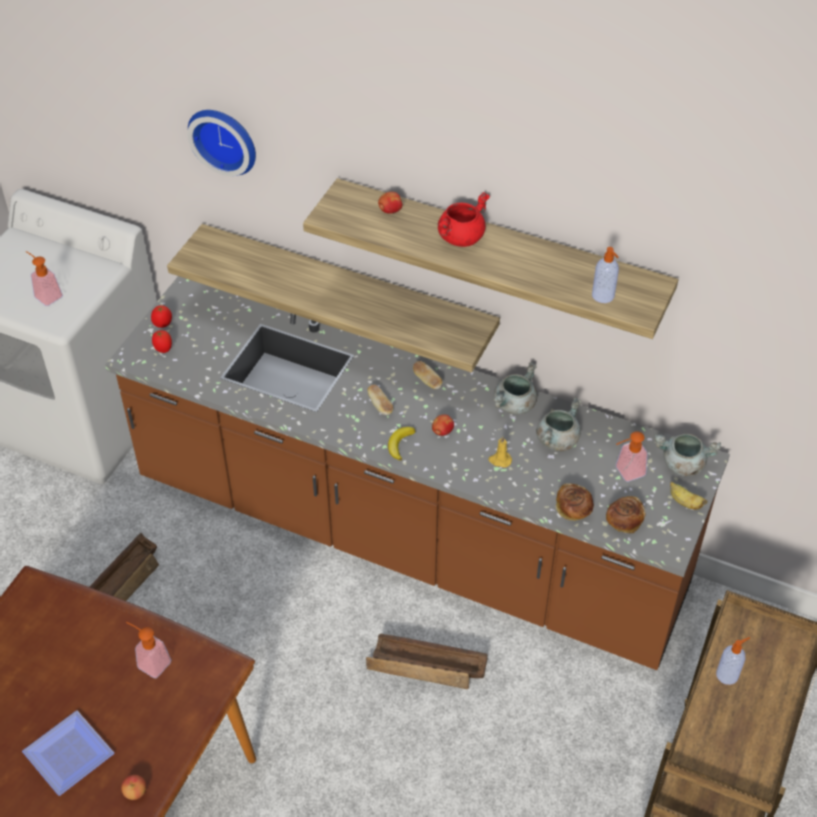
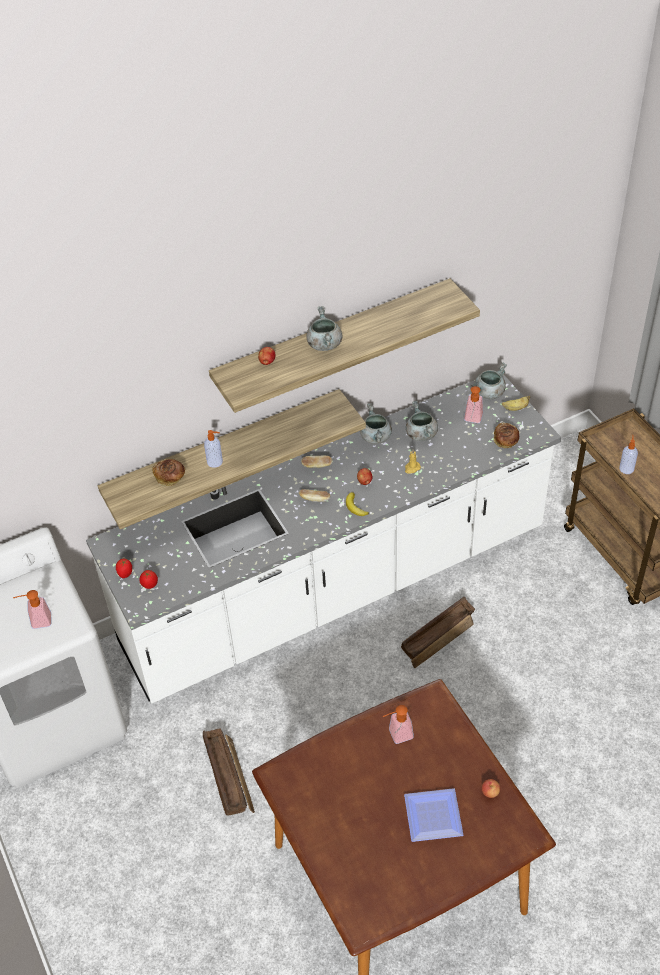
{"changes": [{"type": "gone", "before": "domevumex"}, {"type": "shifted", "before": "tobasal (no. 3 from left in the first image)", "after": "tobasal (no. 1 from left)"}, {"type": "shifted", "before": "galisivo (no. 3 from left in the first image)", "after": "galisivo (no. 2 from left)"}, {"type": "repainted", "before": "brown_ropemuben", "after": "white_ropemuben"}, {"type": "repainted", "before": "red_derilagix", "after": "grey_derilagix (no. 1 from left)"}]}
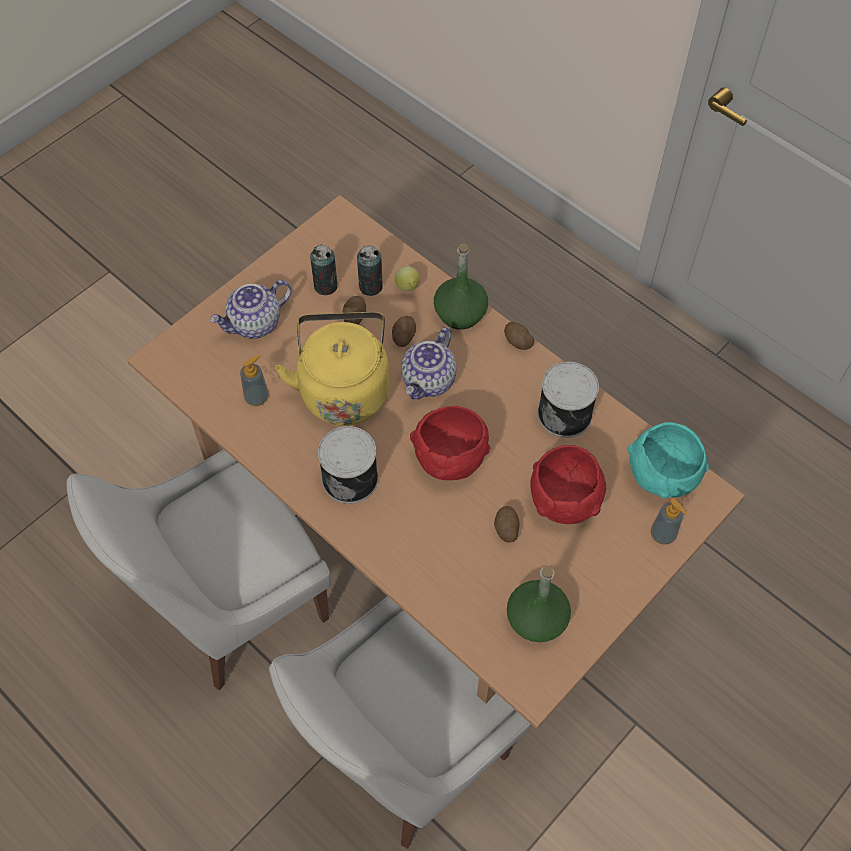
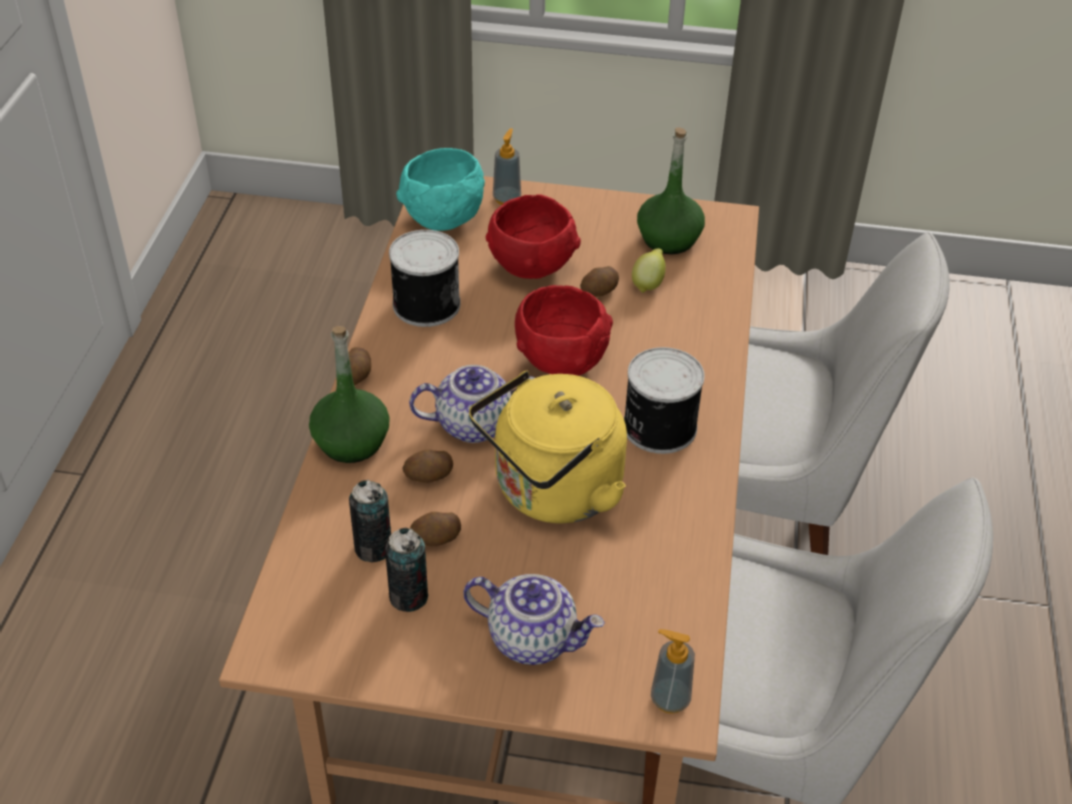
{"changes": [{"type": "shifted", "before": "galisivo (no. 1 from left in the first image)", "after": "galisivo (no. 2 from left)"}, {"type": "shifted", "before": "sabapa"}]}
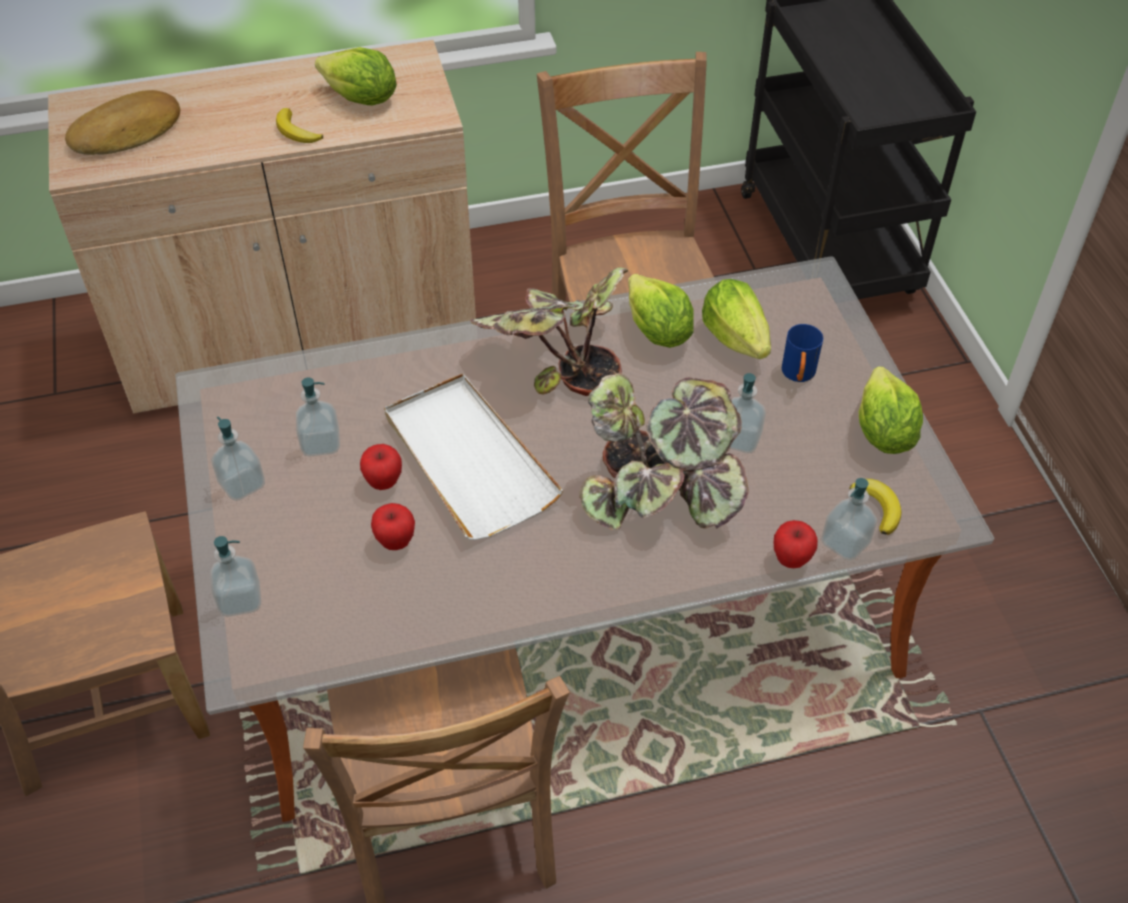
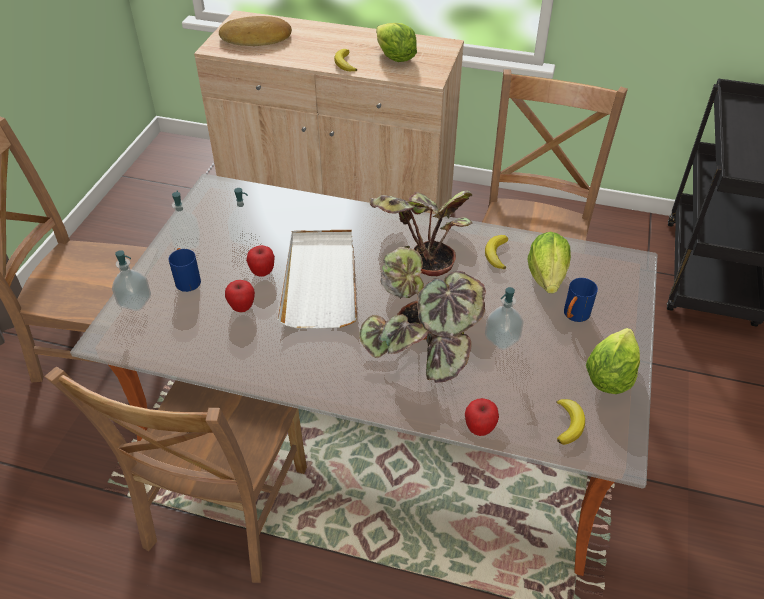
{"changes": [{"type": "gone", "before": "galisivo (no. 5 from left)"}, {"type": "new", "after": "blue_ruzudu (no. 1 from left)"}, {"type": "swapped", "before": "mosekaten (no. 2 from left)", "after": "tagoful (no. 2 from left)"}]}
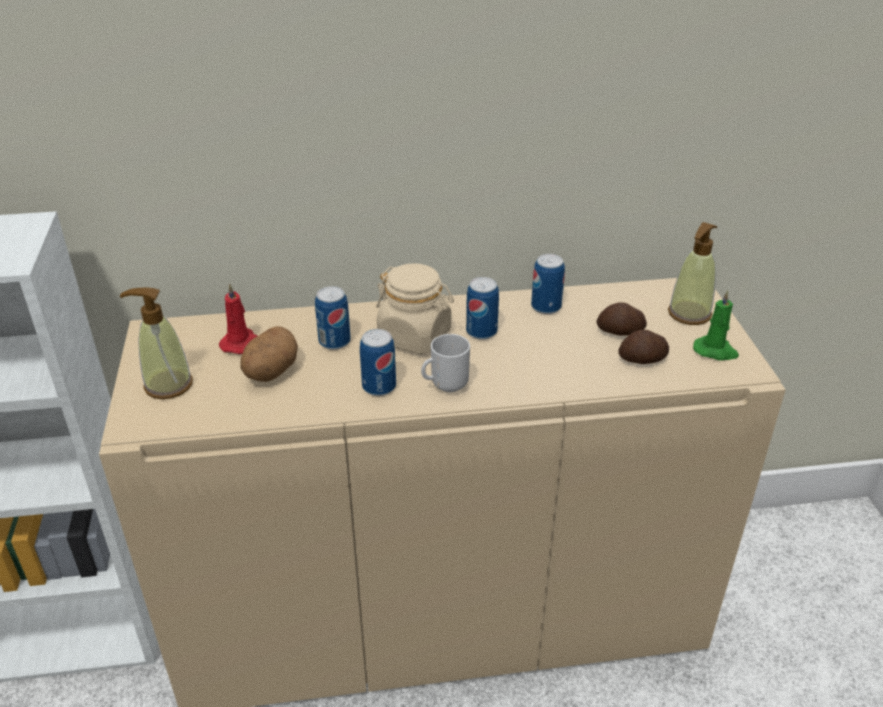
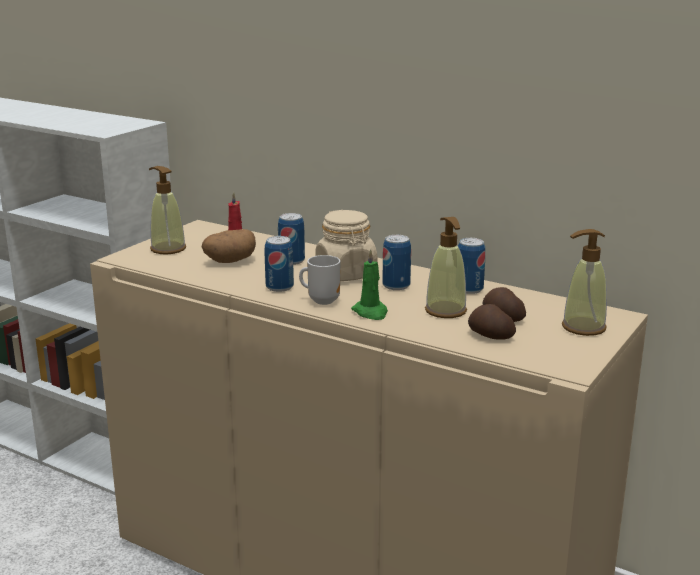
{"changes": [{"type": "new", "after": "galisivo (no. 2 from left)"}, {"type": "shifted", "before": "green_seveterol"}]}
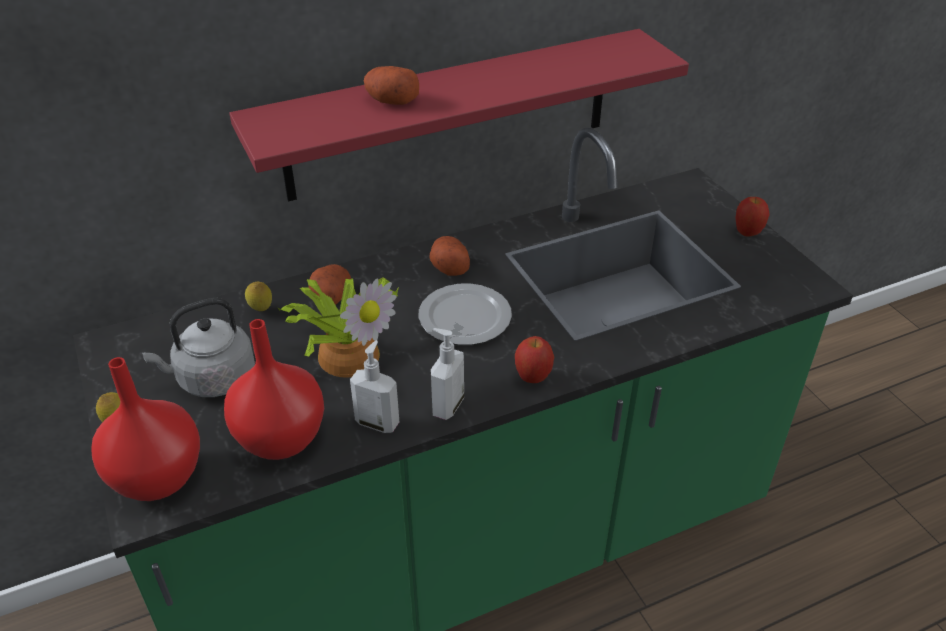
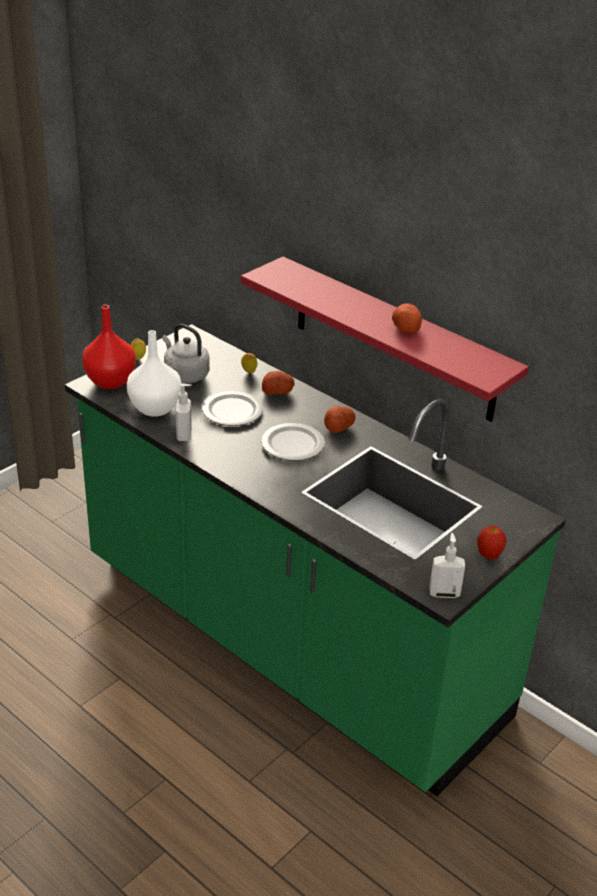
{"changes": [{"type": "gone", "before": "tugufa (no. 1 from left)"}, {"type": "shifted", "before": "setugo (no. 2 from left in the first image)", "after": "setugo (no. 3 from left)"}, {"type": "shifted", "before": "galisivo (no. 2 from left)"}, {"type": "swapped", "before": "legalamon", "after": "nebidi (no. 1 from left)"}, {"type": "repainted", "before": "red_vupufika (no. 2 from left)", "after": "white_vupufika"}]}
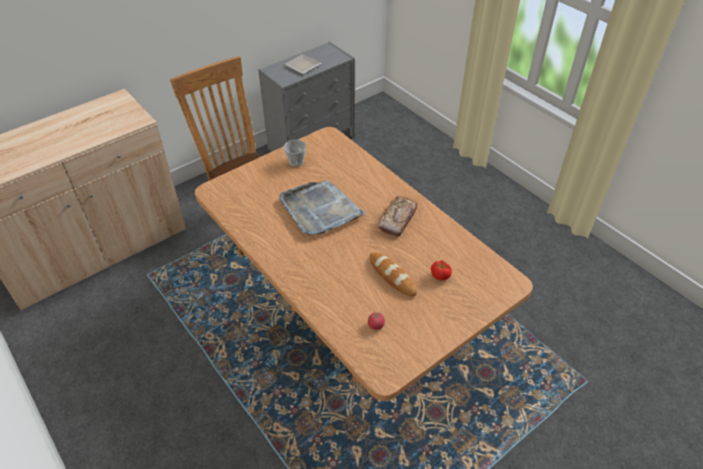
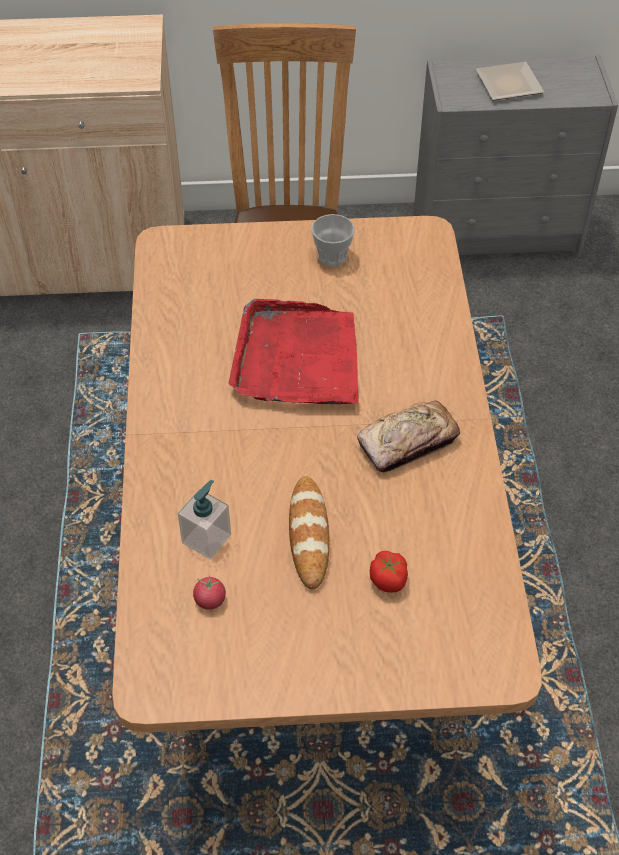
{"changes": [{"type": "new", "after": "galisivo"}, {"type": "repainted", "before": "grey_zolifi", "after": "red_zolifi"}]}
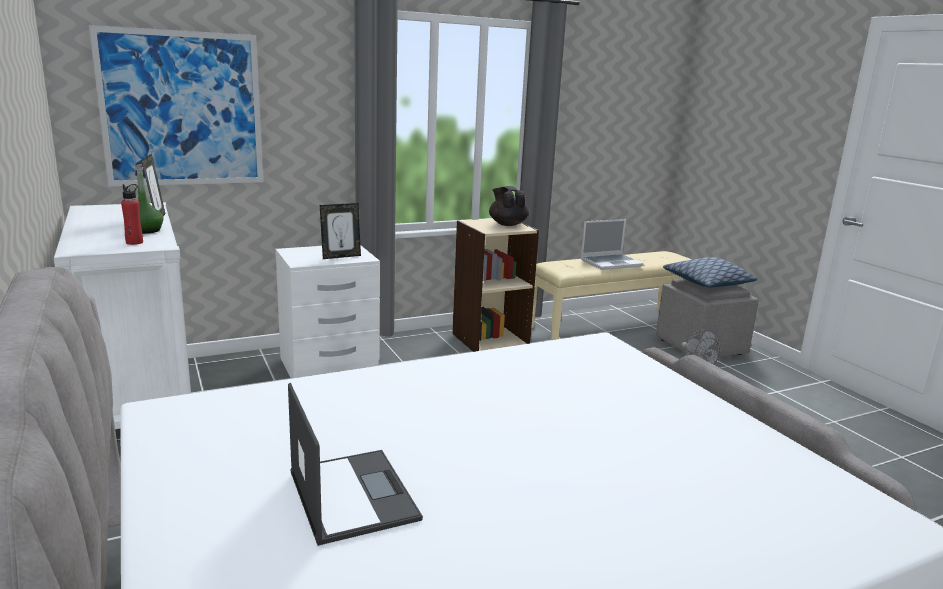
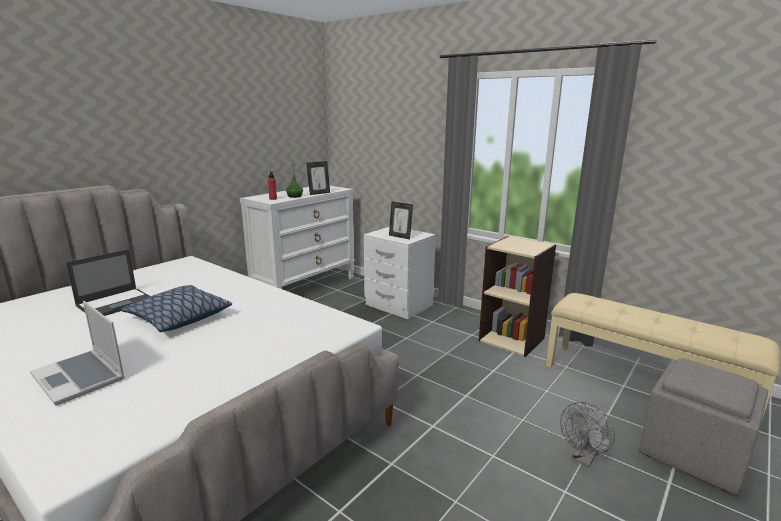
{"changes": [{"type": "gone", "before": "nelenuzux"}, {"type": "gone", "before": "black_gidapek"}, {"type": "shifted", "before": "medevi (no. 2 from left in the first image)", "after": "medevi (no. 1 from left)"}, {"type": "shifted", "before": "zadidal"}]}
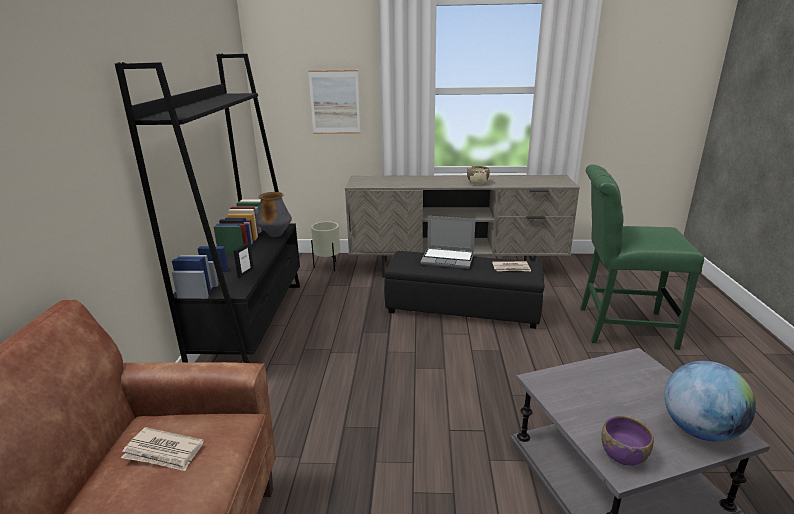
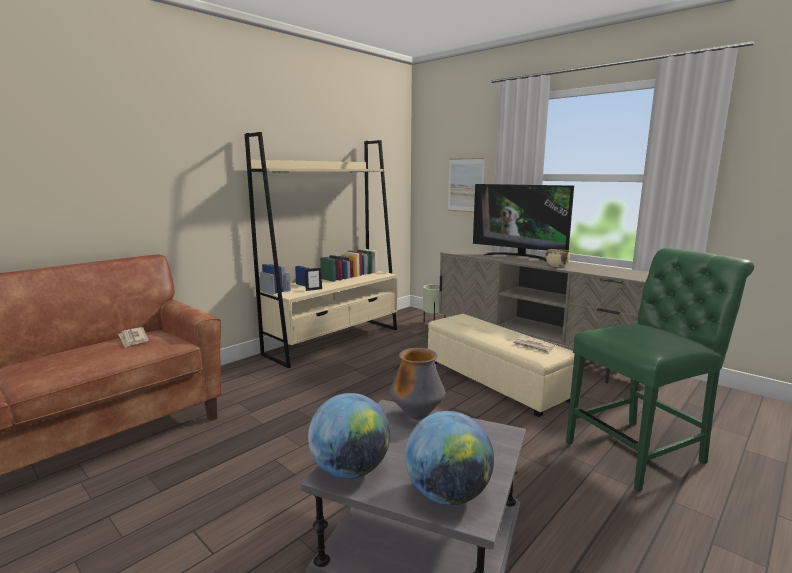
{"changes": [{"type": "gone", "before": "medevi"}, {"type": "new", "after": "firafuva"}, {"type": "shifted", "before": "vupufika"}, {"type": "swapped", "before": "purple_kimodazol", "after": "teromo (no. 1 from left)"}, {"type": "repainted", "before": "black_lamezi", "after": "beige_lamezi"}, {"type": "repainted", "before": "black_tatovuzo", "after": "beige_tatovuzo"}, {"type": "rotated", "before": "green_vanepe", "turn": 105}]}
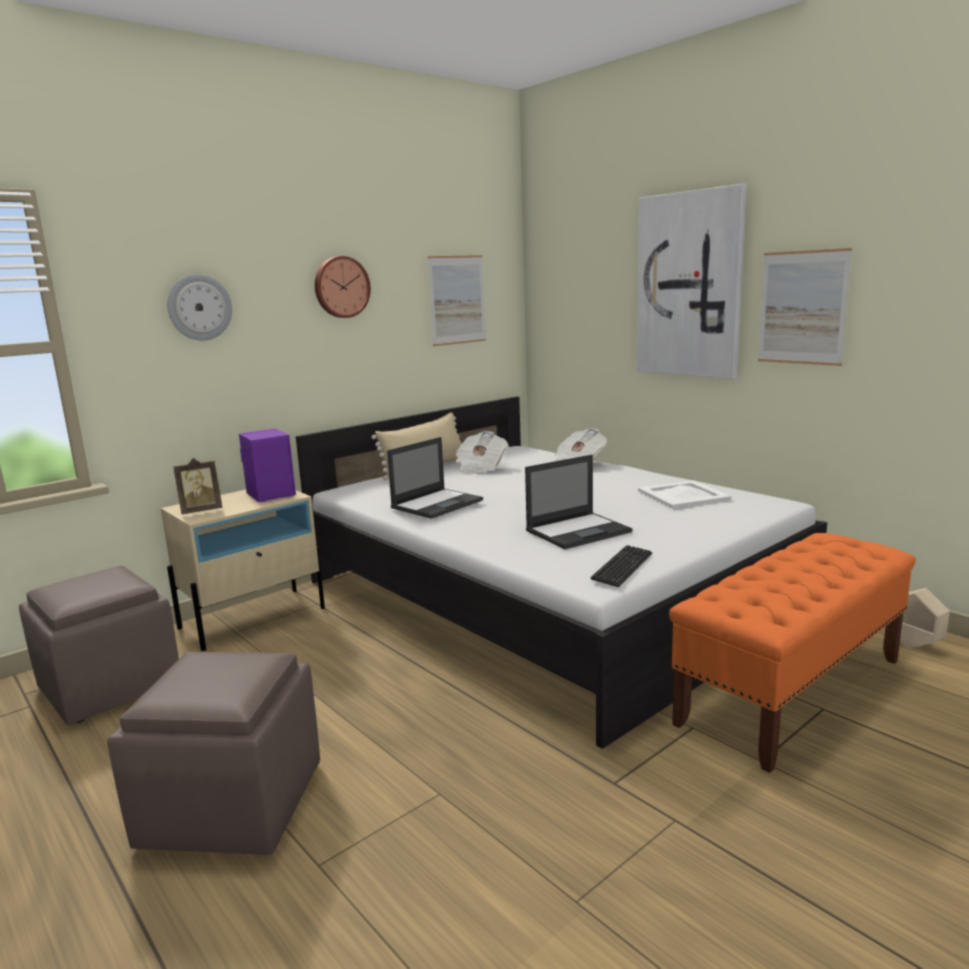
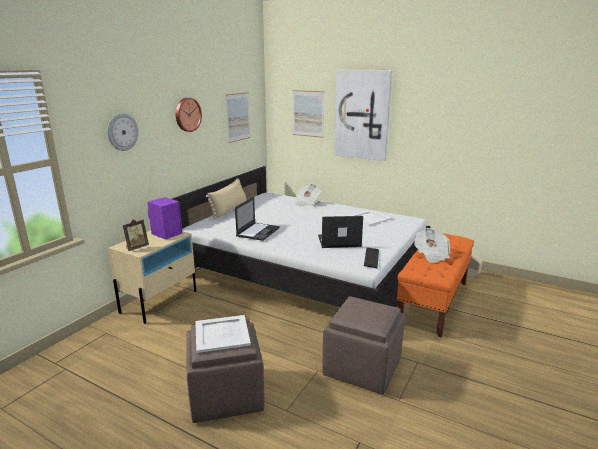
{"changes": [{"type": "new", "after": "white_zolifi (no. 1 from left)"}, {"type": "shifted", "before": "brown_tatovuzo (no. 1 from left in the first image)", "after": "brown_tatovuzo (no. 2 from left)"}, {"type": "shifted", "before": "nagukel (no. 1 from left in the first image)", "after": "nagukel (no. 2 from left)"}, {"type": "shifted", "before": "nelenuzux (no. 3 from left in the first image)", "after": "nelenuzux (no. 2 from left)"}, {"type": "rotated", "before": "medevi (no. 2 from left)", "turn": -135}]}
